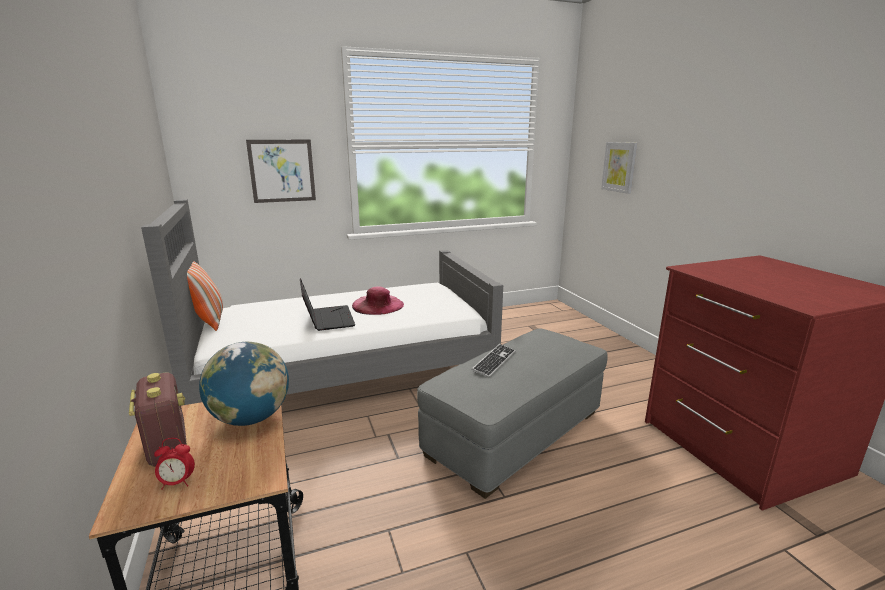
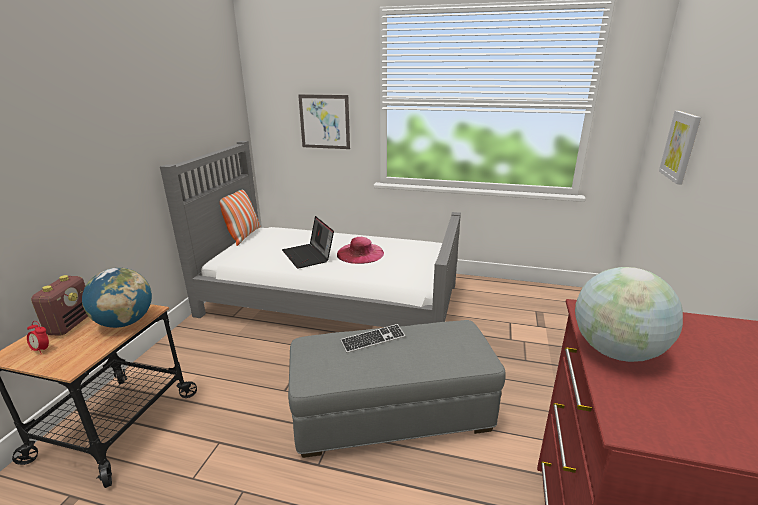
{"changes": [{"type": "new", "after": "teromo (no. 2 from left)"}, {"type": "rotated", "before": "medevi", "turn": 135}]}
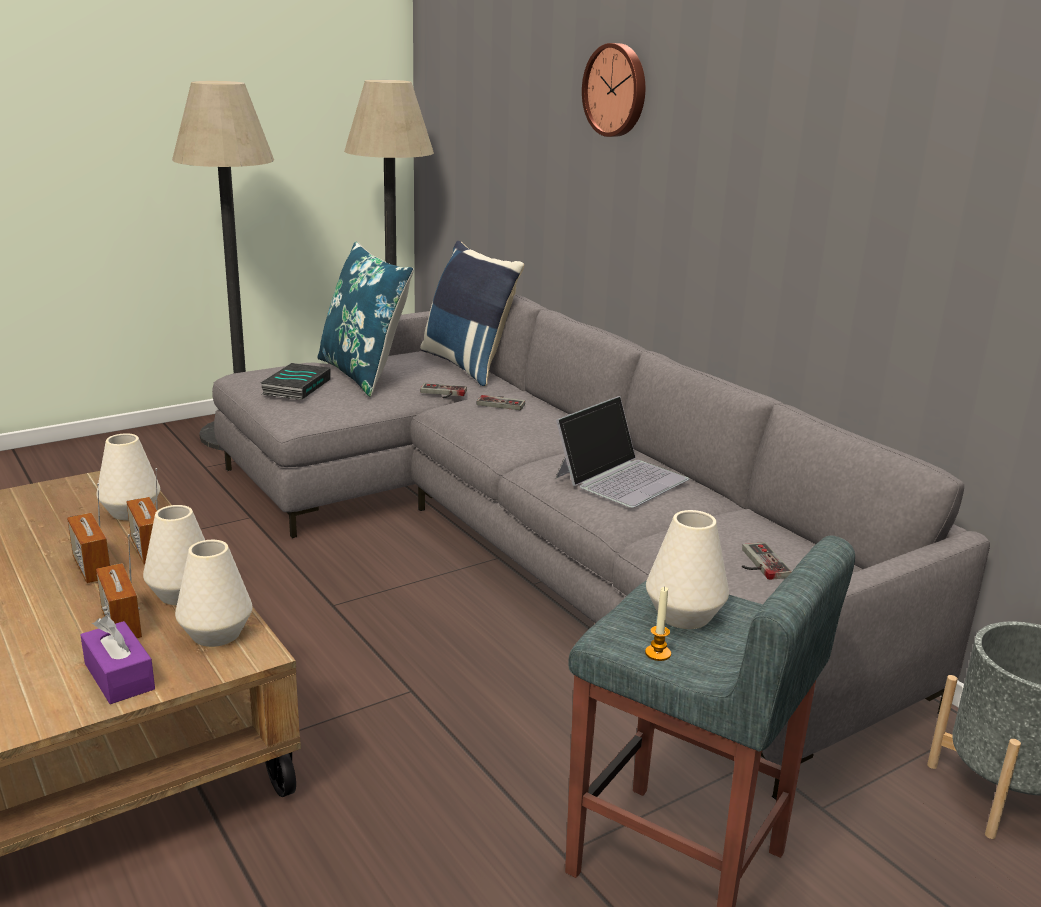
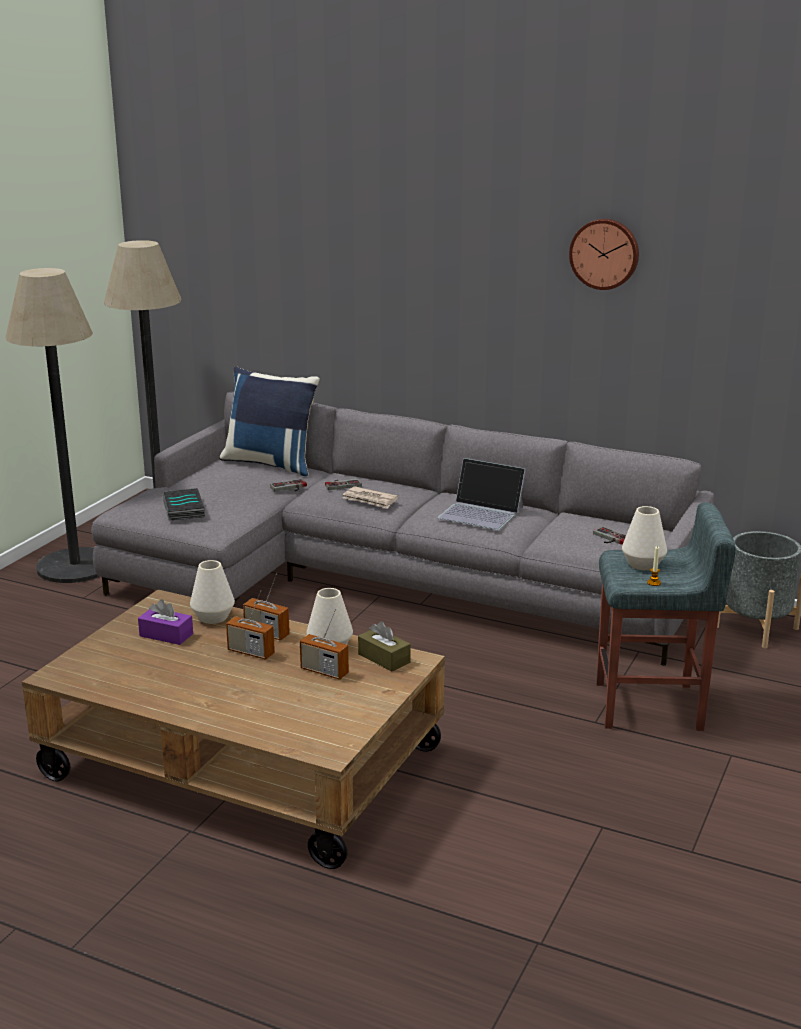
{"changes": [{"type": "gone", "before": "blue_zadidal (no. 1 from left)"}, {"type": "new", "after": "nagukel"}, {"type": "shifted", "before": "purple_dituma"}, {"type": "shifted", "before": "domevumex"}, {"type": "swapped", "before": "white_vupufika (no. 3 from left)", "after": "brown_dituma"}, {"type": "rotated", "before": "medevi", "turn": 105}]}
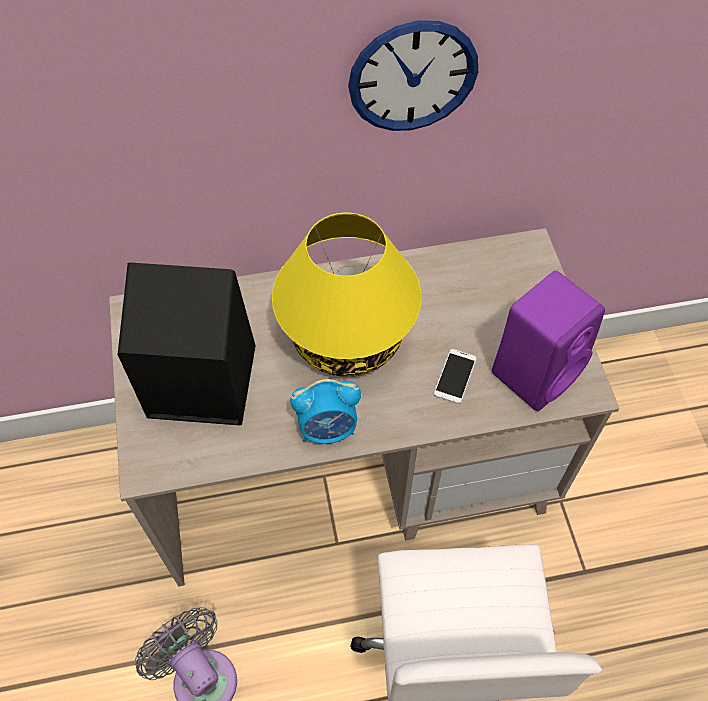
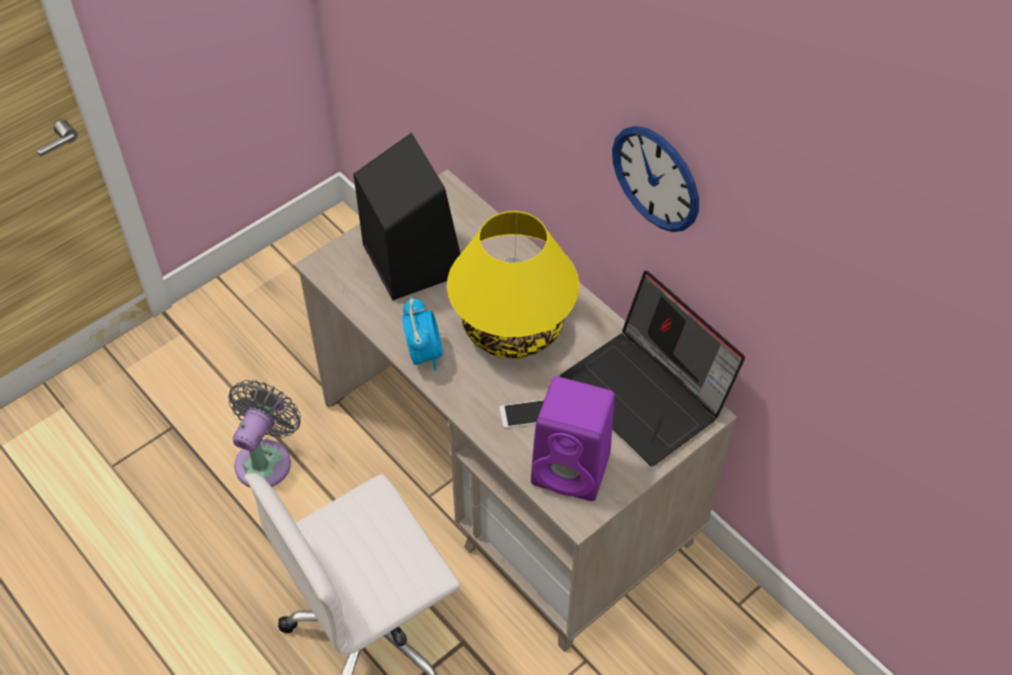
{"changes": [{"type": "new", "after": "medevi"}, {"type": "rotated", "before": "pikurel", "turn": -150}]}
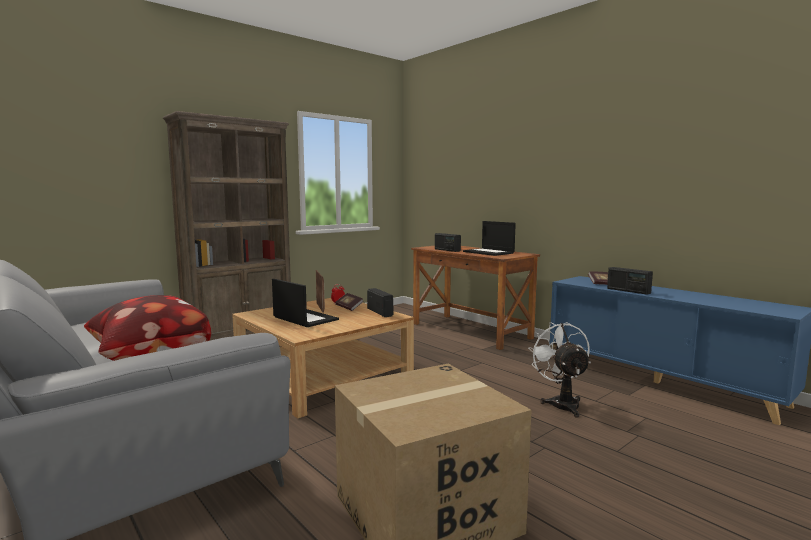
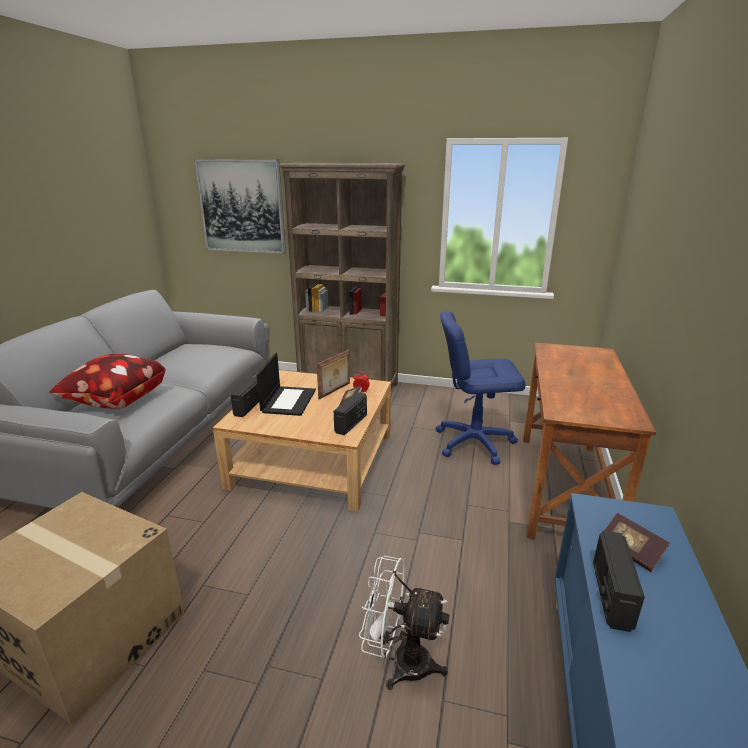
{"changes": [{"type": "gone", "before": "medevi (no. 2 from left)"}, {"type": "new", "after": "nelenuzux"}, {"type": "new", "after": "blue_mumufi"}, {"type": "shifted", "before": "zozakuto (no. 2 from left in the first image)", "after": "zozakuto (no. 1 from left)"}, {"type": "rotated", "before": "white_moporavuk", "turn": -120}]}
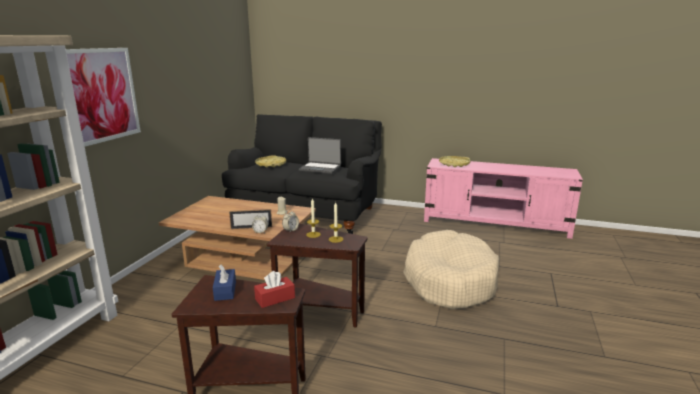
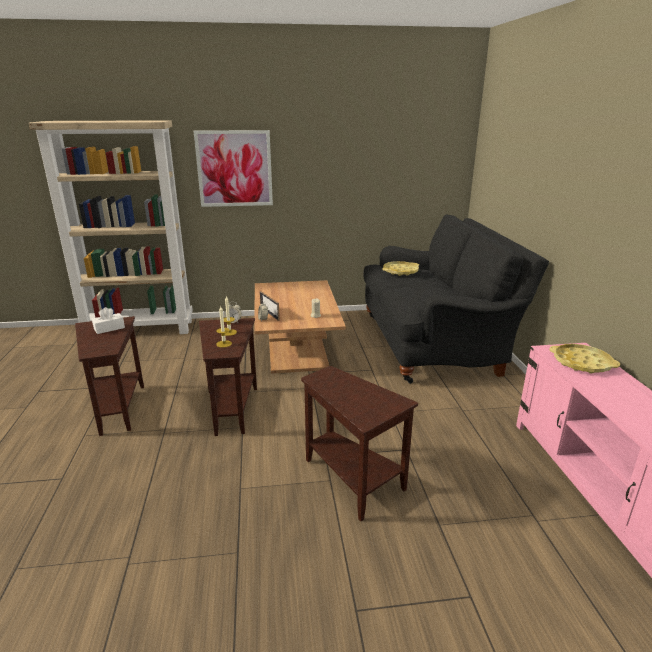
{"changes": [{"type": "gone", "before": "red_dituma"}, {"type": "gone", "before": "medevi"}, {"type": "swapped", "before": "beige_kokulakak", "after": "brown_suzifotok (no. 3 from left)"}, {"type": "repainted", "before": "blue_dituma", "after": "white_dituma"}]}
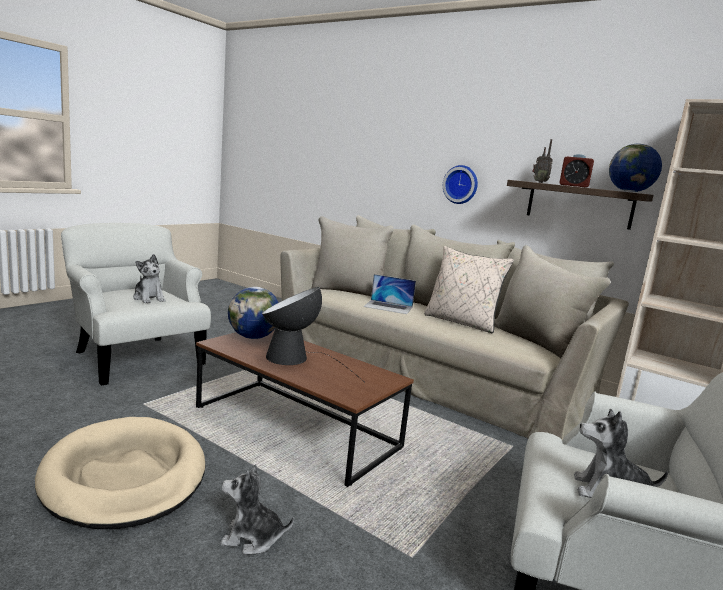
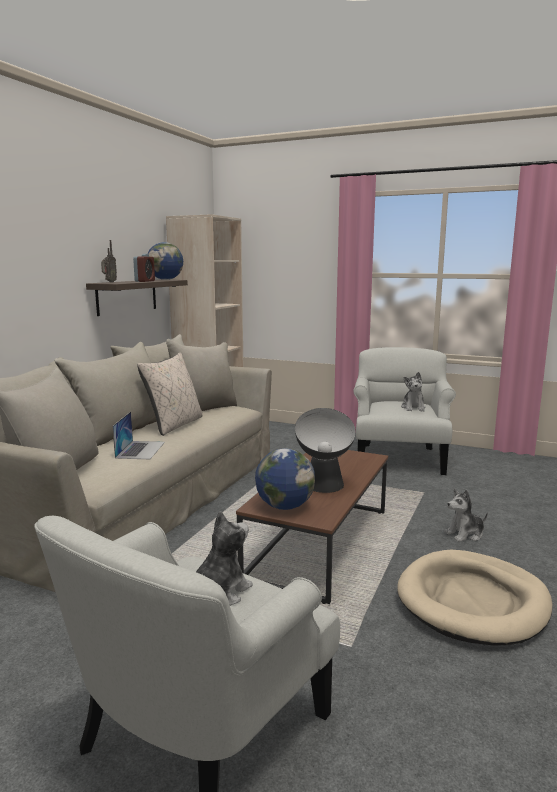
{"changes": [{"type": "gone", "before": "domevumex"}, {"type": "rotated", "before": "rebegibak (no. 2 from left in the first image)", "turn": 75}]}
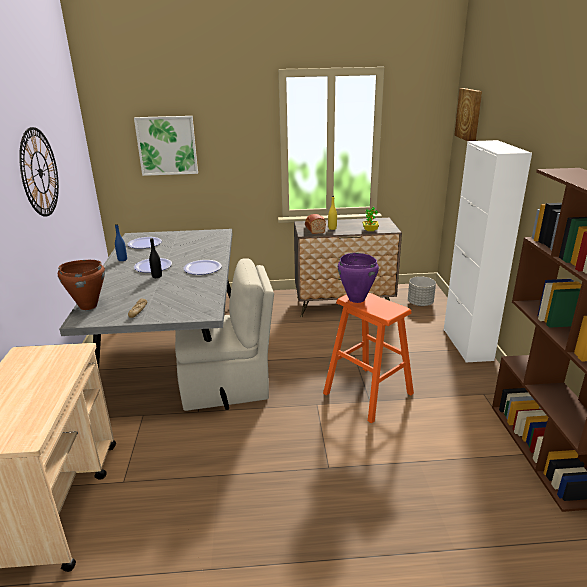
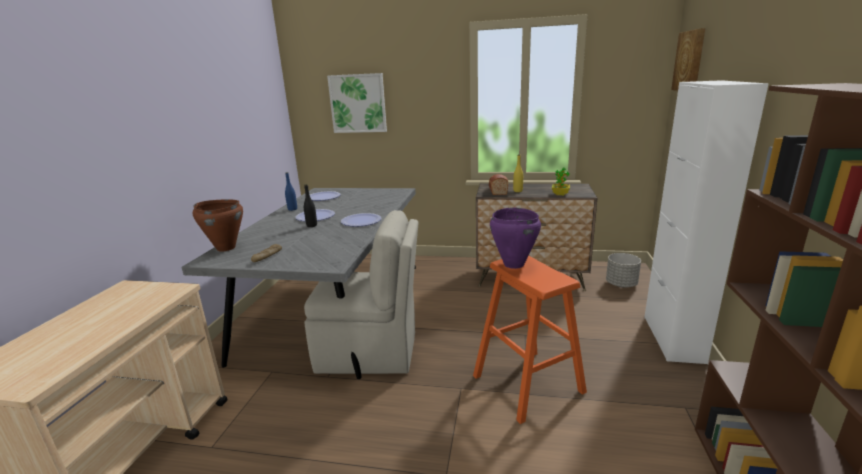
{"changes": [{"type": "gone", "before": "domevumex"}]}
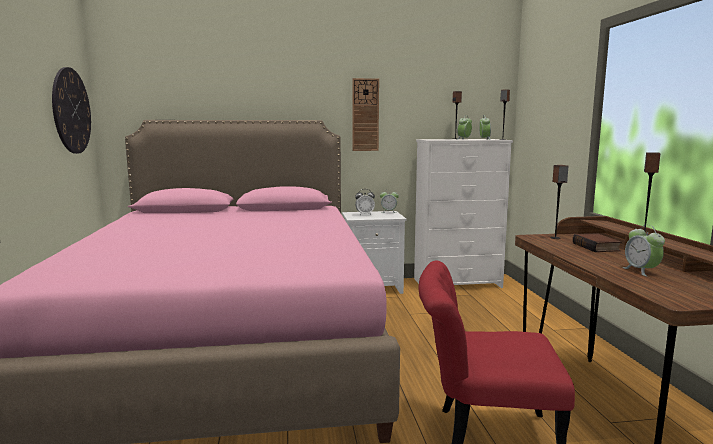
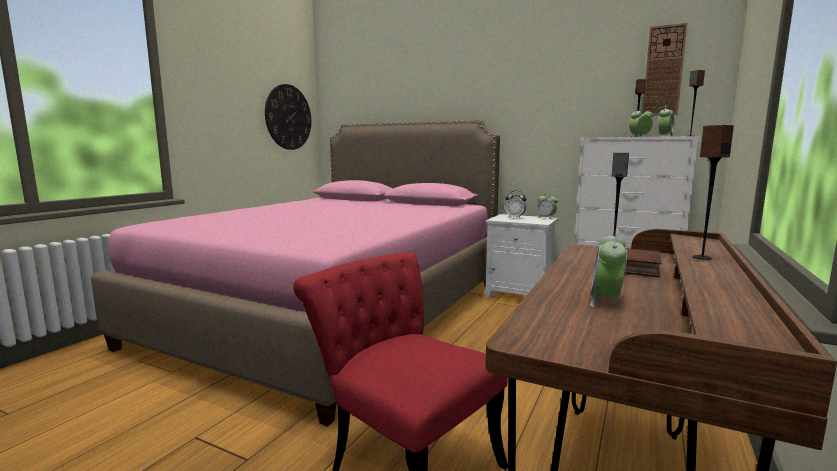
{"changes": [{"type": "shifted", "before": "domevumex (no. 2 from left)"}]}
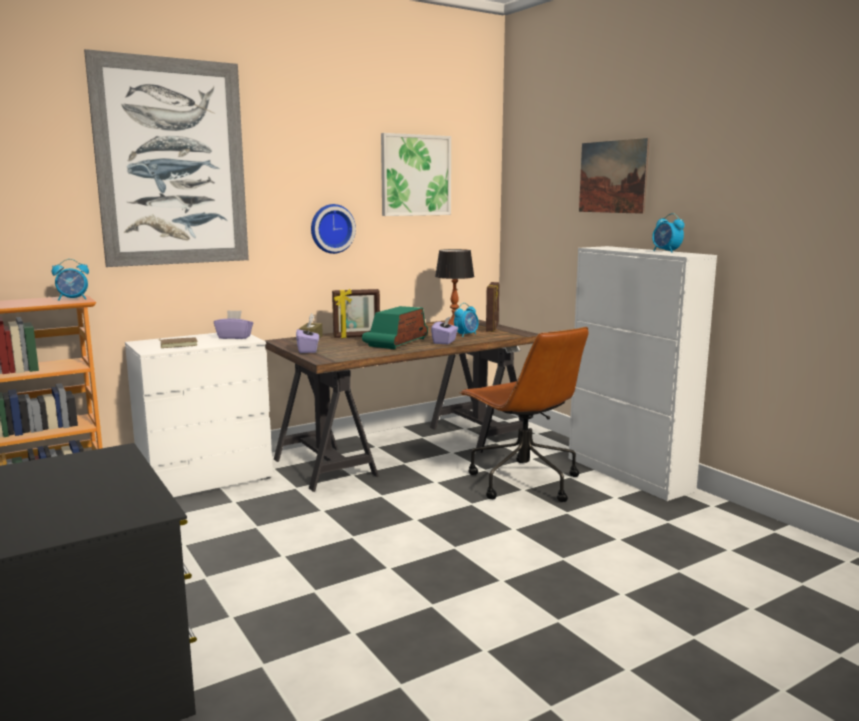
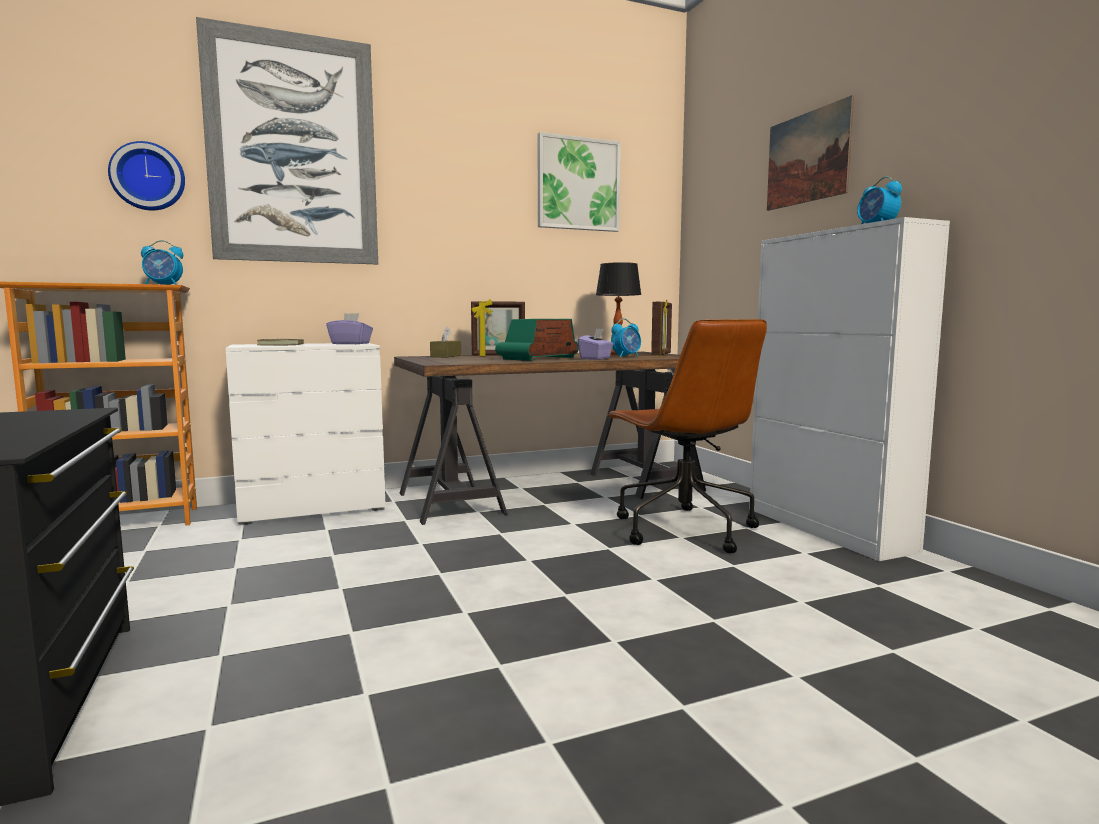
{"changes": [{"type": "gone", "before": "purple_dituma (no. 2 from left)"}, {"type": "shifted", "before": "domevumex"}]}
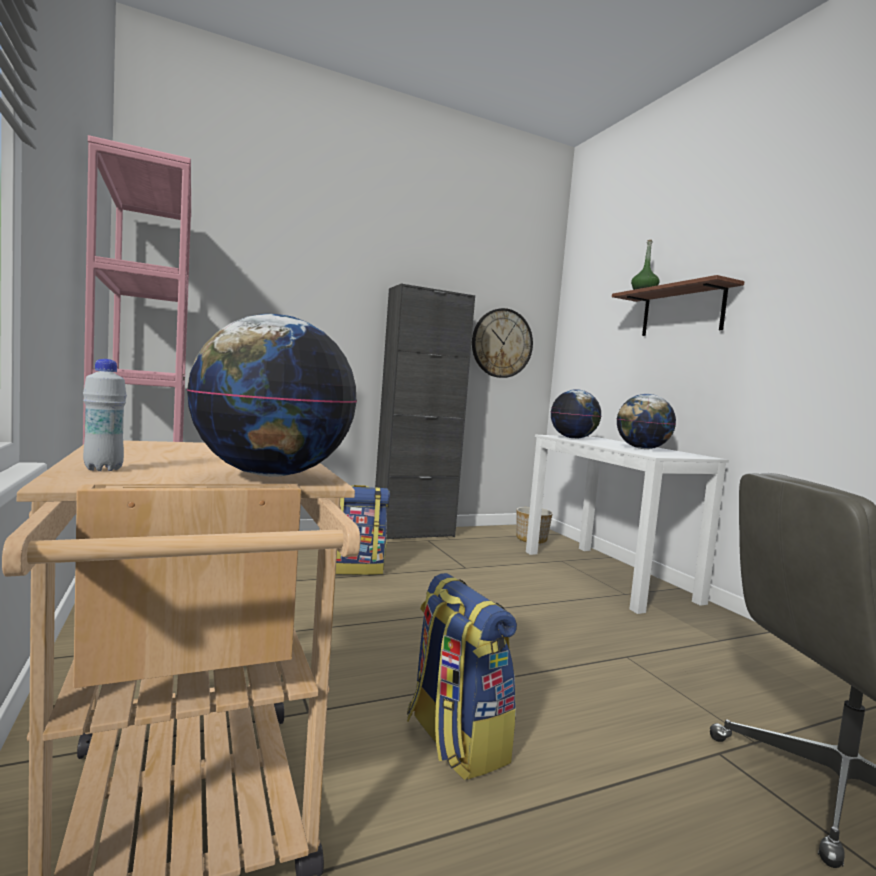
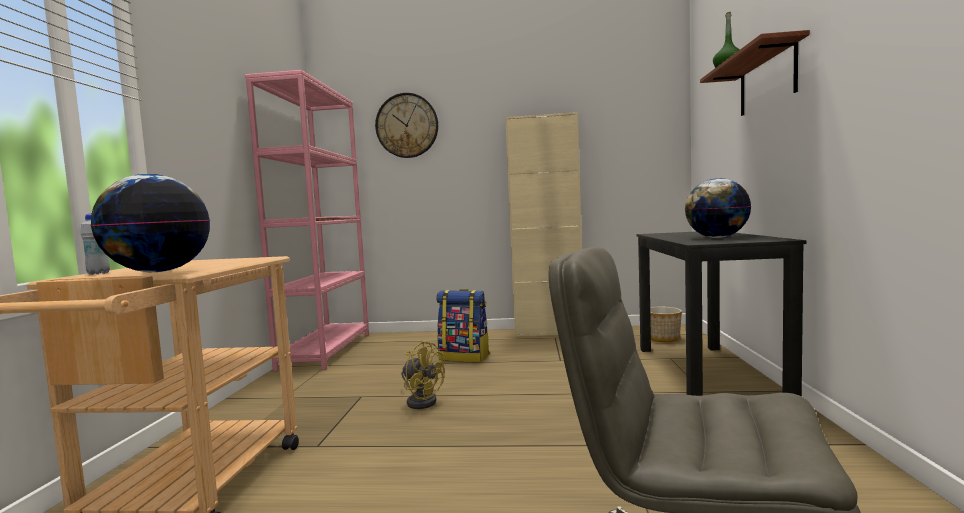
{"changes": [{"type": "gone", "before": "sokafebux (no. 2 from left)"}, {"type": "gone", "before": "teromo (no. 2 from left)"}, {"type": "new", "after": "yellow_moporavuk"}, {"type": "shifted", "before": "domevumex"}, {"type": "repainted", "before": "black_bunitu", "after": "beige_bunitu"}, {"type": "repainted", "before": "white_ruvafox", "after": "black_ruvafox"}]}
